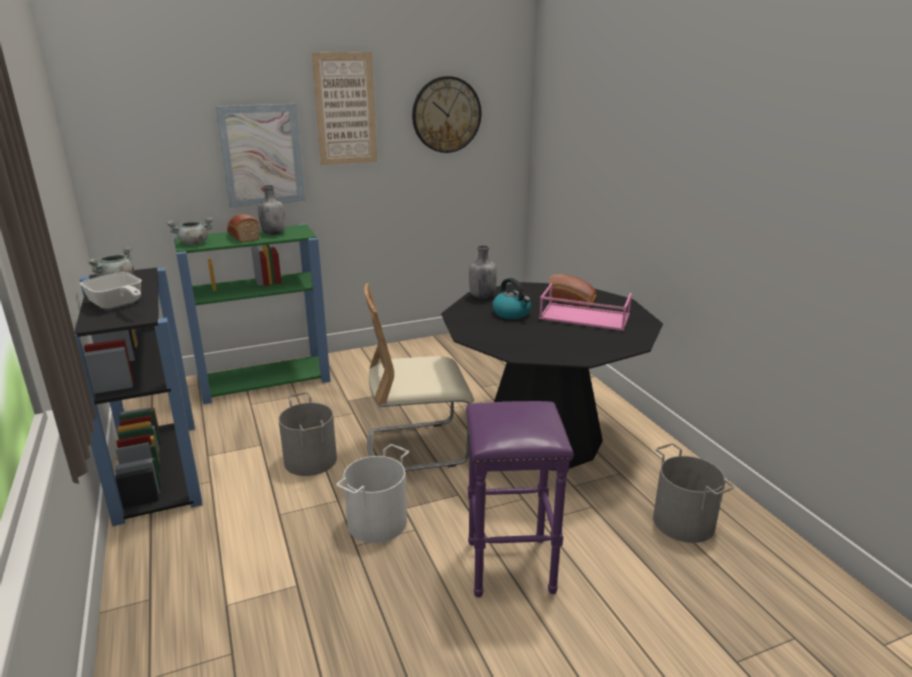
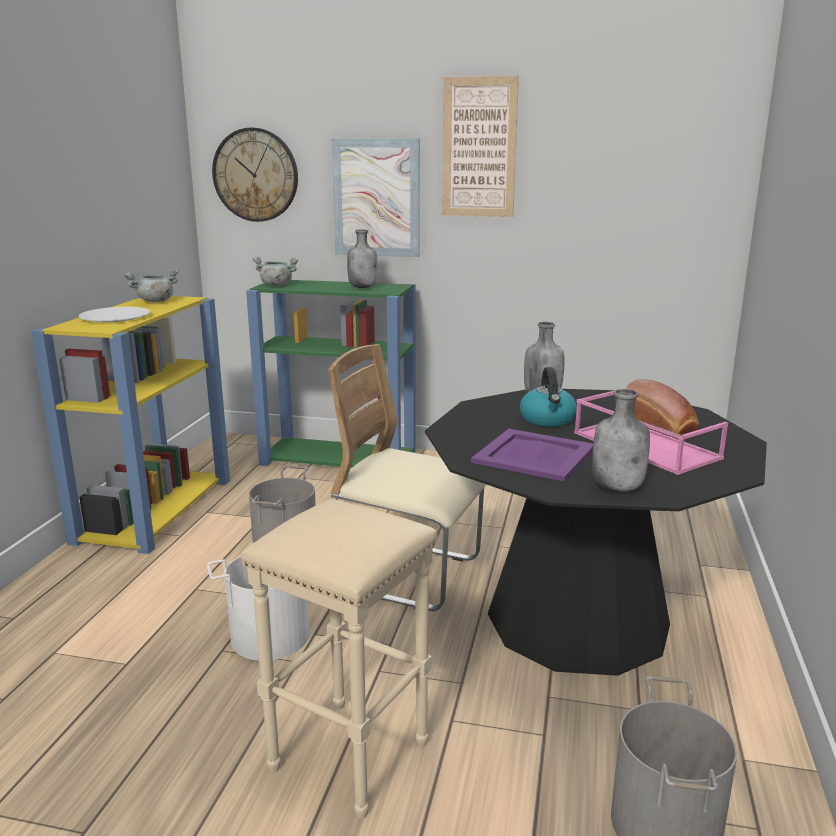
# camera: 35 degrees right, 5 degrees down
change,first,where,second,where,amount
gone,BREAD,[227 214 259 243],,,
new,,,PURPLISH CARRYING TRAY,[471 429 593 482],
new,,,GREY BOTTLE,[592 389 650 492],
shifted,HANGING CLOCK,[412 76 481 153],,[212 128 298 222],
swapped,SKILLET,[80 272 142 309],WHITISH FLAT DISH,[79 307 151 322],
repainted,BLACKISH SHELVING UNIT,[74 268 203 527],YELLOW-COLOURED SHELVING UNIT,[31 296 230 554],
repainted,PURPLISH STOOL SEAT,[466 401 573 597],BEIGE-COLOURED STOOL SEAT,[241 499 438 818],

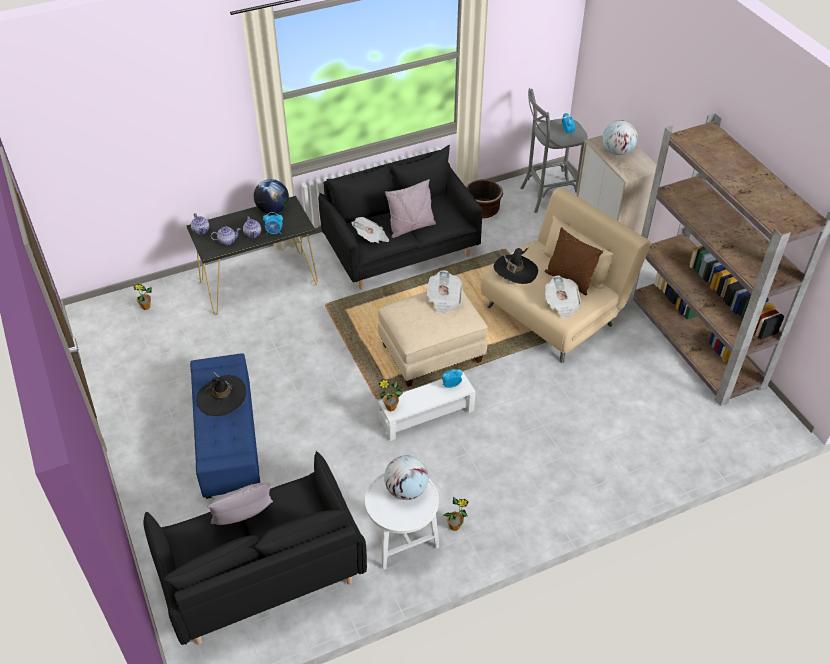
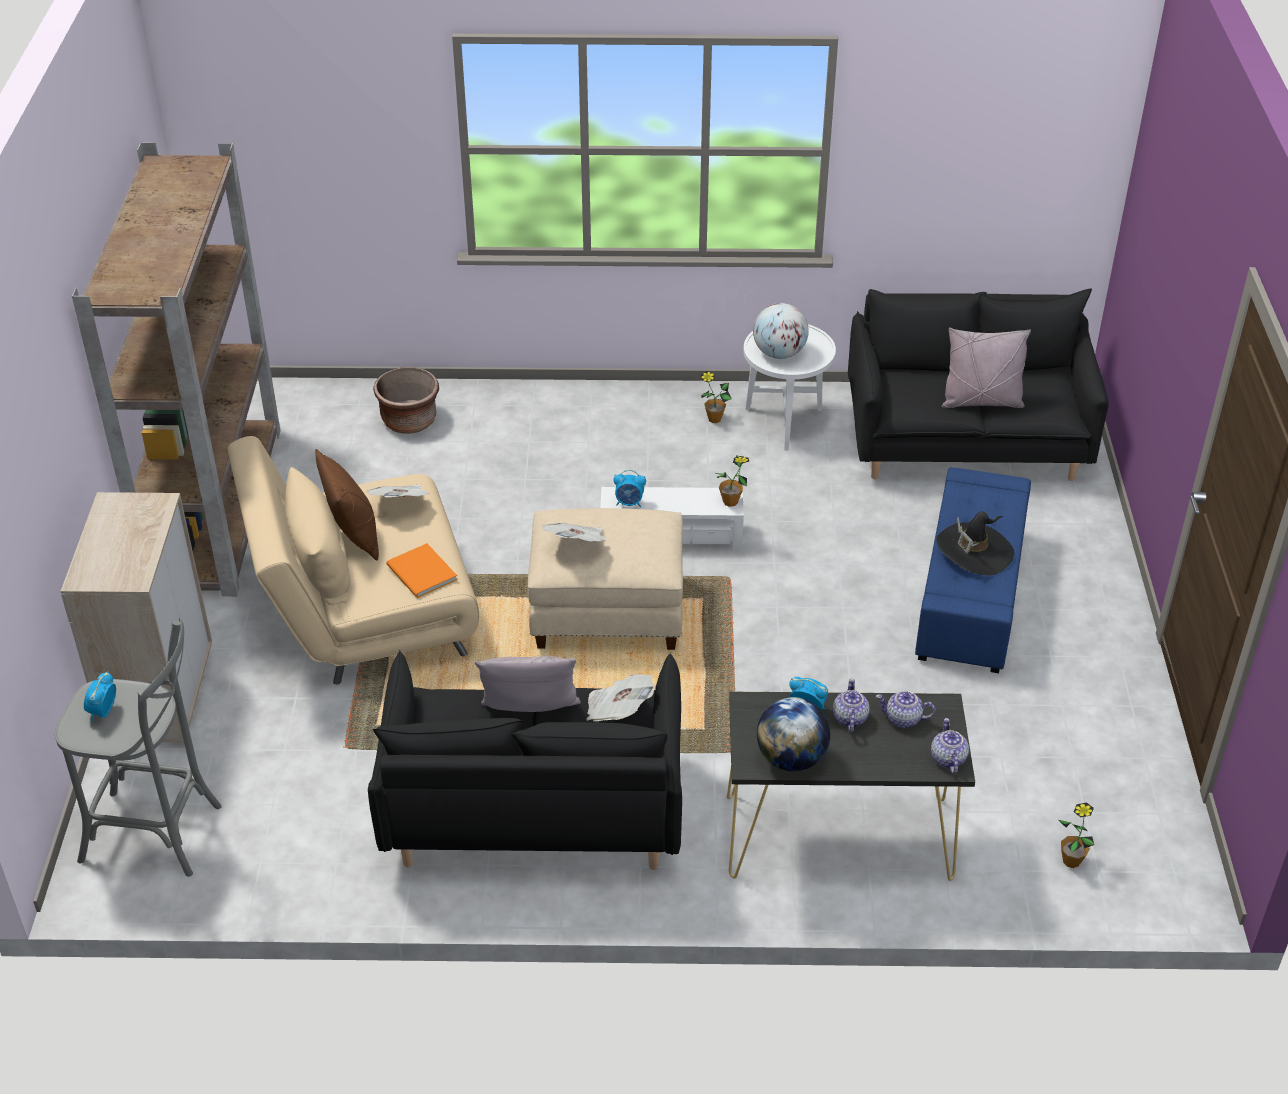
# camera: 155 degrees left, 5 degrees down
change,first,where,second,where,amount
gone,GLOBE,[603 120 638 155],,,
shifted,BROWN PLANTER,[466 179 503 218],,[373 367 439 434],
swapped,BLACKISH WEARABLE HAT,[493 248 538 284],ORANGE BOOK,[386 543 457 598],

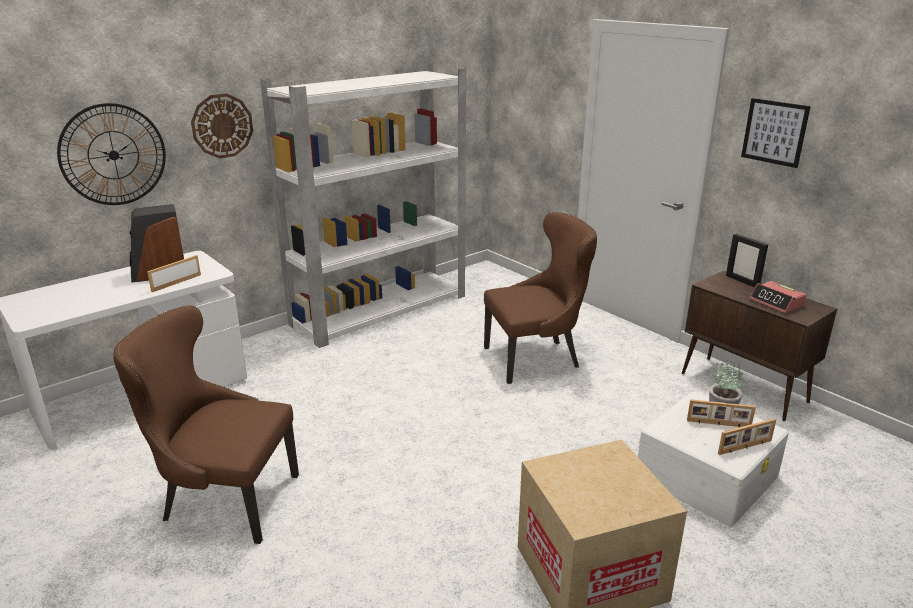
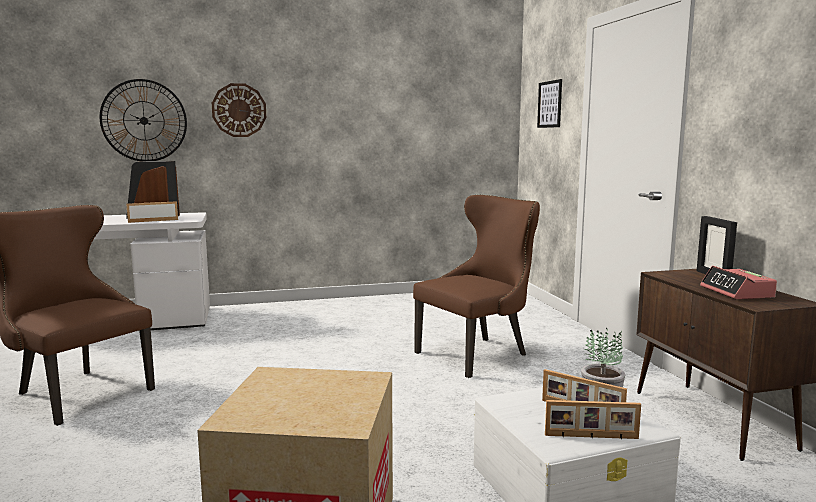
# camera: 25 degrees right, 15 degrees down
change,first,where,second,where,amount
gone,WHITISH SHELVING UNIT,[260 62 466 348],,,
shifted,WALL PICTURE,[741 98 811 168],,[537 79 562 128],
rotated,BROWN CHAIR,[484 212 597 384],,[413 195 540 378],45 degrees counterclockwise

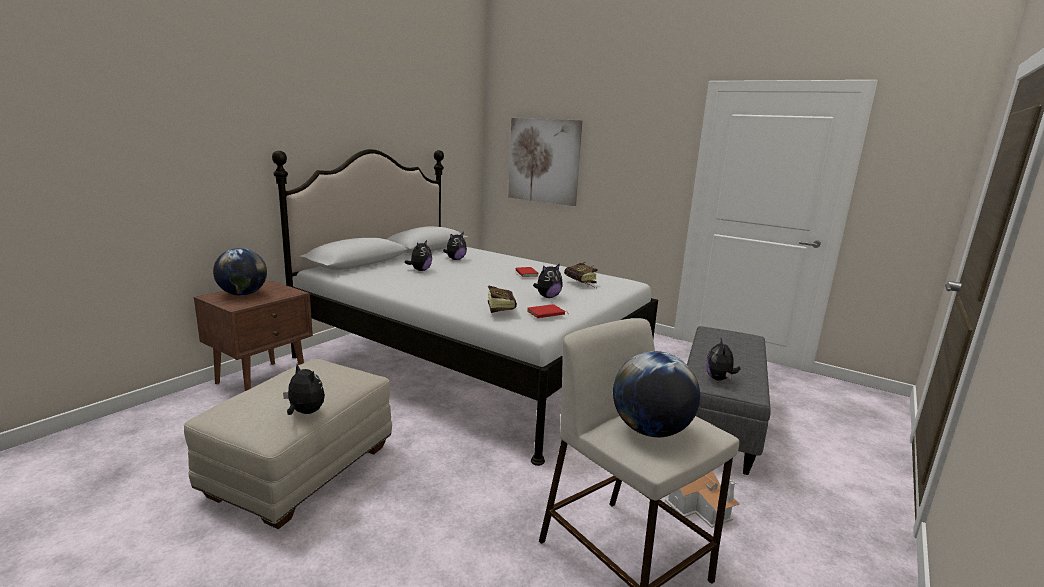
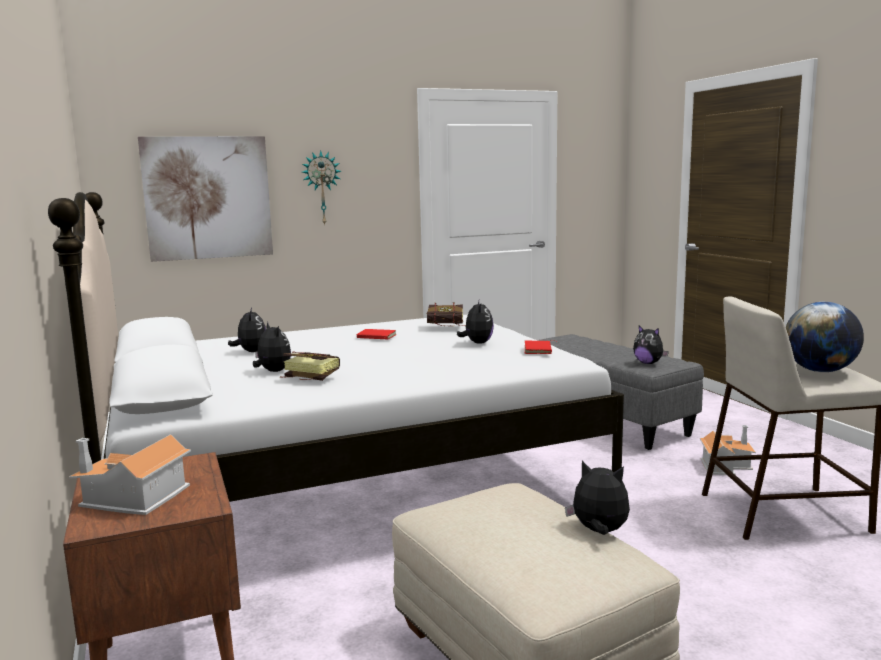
# camera: 55 degrees left, 5 degrees down
change,first,where,second,where,amount
new,,,HANGING CLOCK,[302 151 341 226],
shifted,BOOK,[488 286 517 313],,[279 351 340 381],
swapped,GLOBE,[213 248 267 296],MODEL HOUSE,[69 434 191 515],
rotated,CUDDLY TOY,[283 364 325 415],,[565 461 630 535],45 degrees clockwise

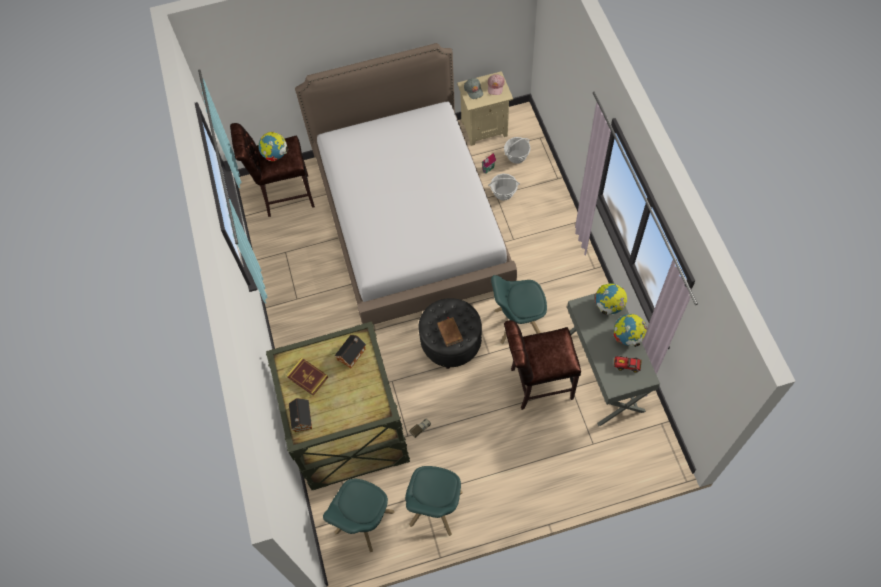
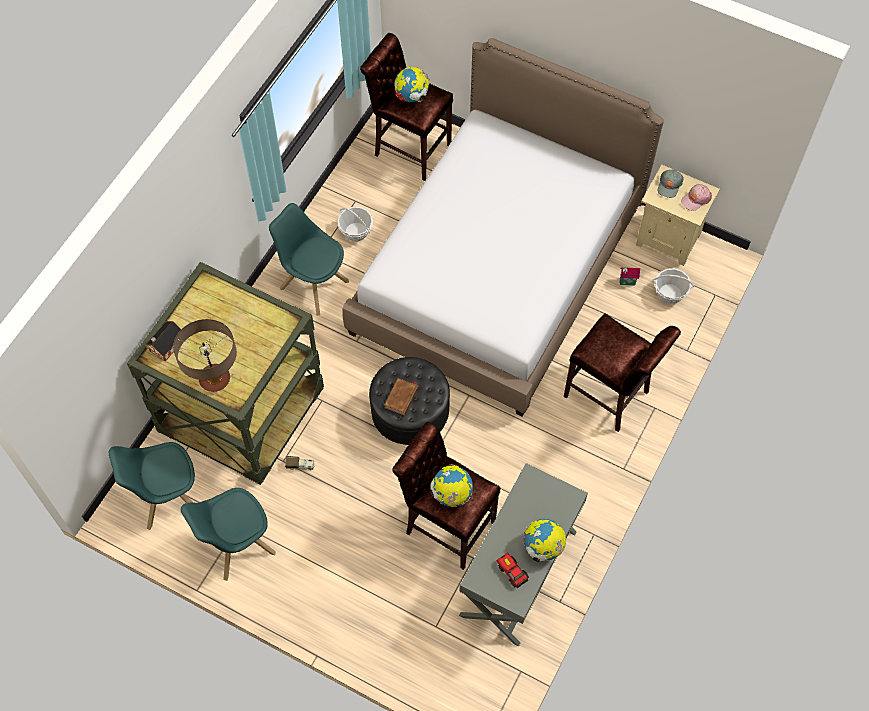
# camera: 40 degrees right, 0 degrees up
change,first,where,second,where,amount
gone,BOOK,[286 358 328 396],,,
gone,MODEL HOUSE,[334 335 366 369],,,
new,,,LAMP FOR A TABLE,[173 319 237 392],
new,,,BROWN STOOL SEAT,[564 313 681 432],
shifted,HOUSEHOLD BASKET,[488 173 520 201],,[338 207 373 242],
shifted,BLUE-GREEN CHAIR,[491 275 547 344],,[269 203 349 315],
shifted,GLOBE,[594 283 627 315],,[431 465 473 507],

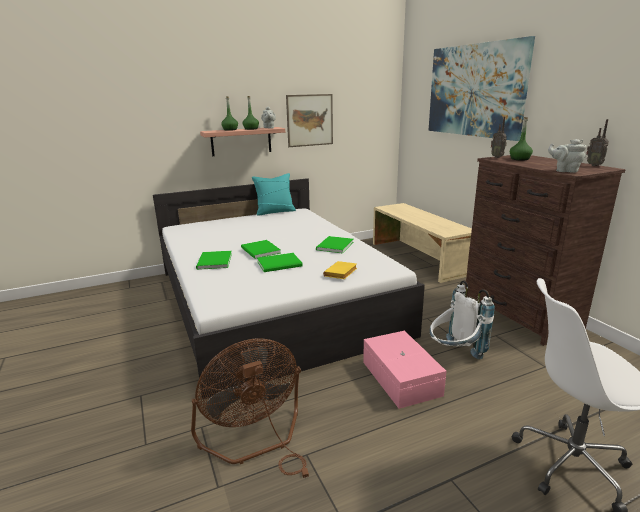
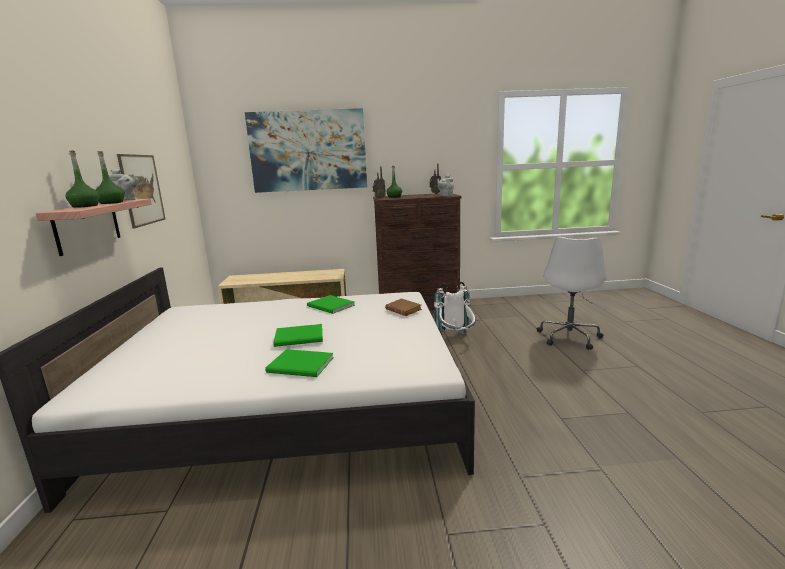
# camera: 70 degrees left, 5 degrees down
change,first,where,second,where,amount
gone,BROWN FAN,[191 338 309 478],,,
gone,BLUE-GREEN THROW PILLOW,[252 173 296 216],,,
gone,GREENISH BOOK,[257 253 303 272],,,
gone,PINKISH STORAGE BIN,[363 331 447 409],,,
repainted,YELLOW-COLOURED BOOK,[323 261 357 279],BROWN BOOK,[385 298 422 316],

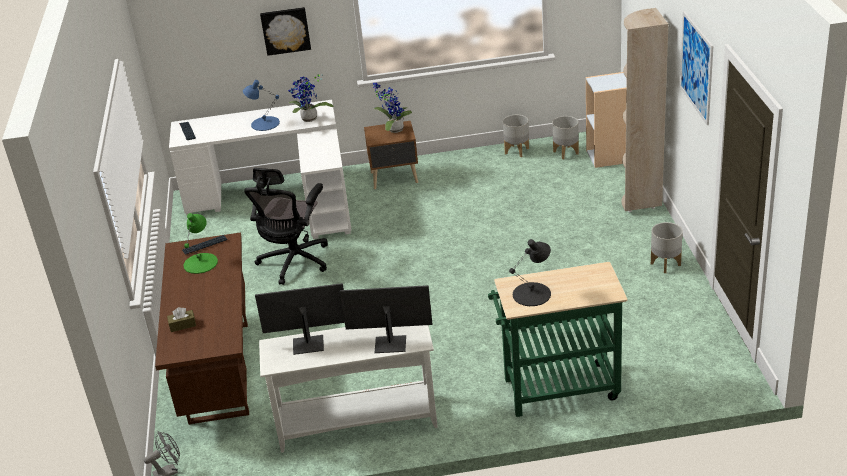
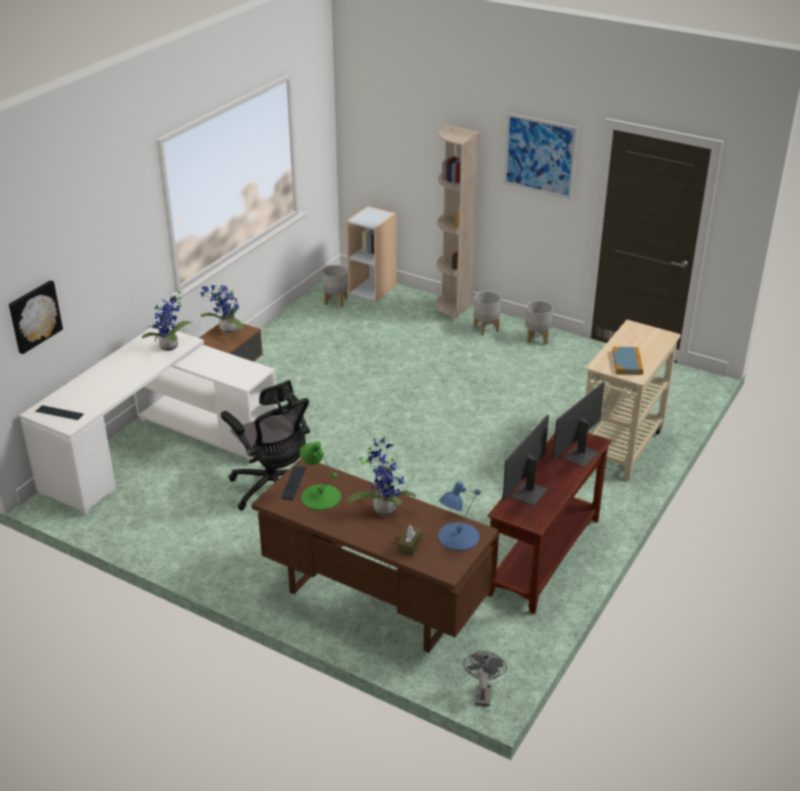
# camera: 55 degrees left, 0 degrees up
change,first,where,second,where,amount
new,,,HOUSEPLANT,[348 436 416 516],
shifted,BLUE-COLOURED LAMP FOR A TABLE,[243 80 280 131],,[438 482 481 551],
shifted,WALL PICTURE,[260 7 311 56],,[9 280 63 354],
shifted,GREY PLANTER,[503 115 529 157],,[474 291 501 335],
swapped,BLACKISH LAMP FOR A TABLE,[509 239 551 306],BOOK,[612 347 643 375],
repainted,WHITISH HALL TABLE,[259 325 438 453],BROWN HALL TABLE,[487 433 612 614],
repainted,GREENISH CART,[488 262 627 417],BEIGE-COLOURED CART,[586 320 681 481],

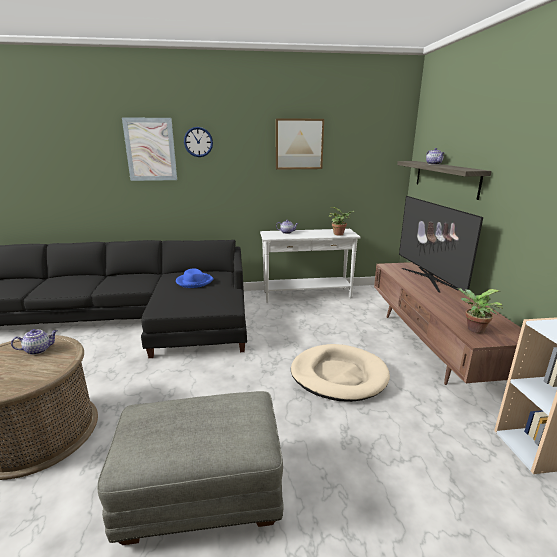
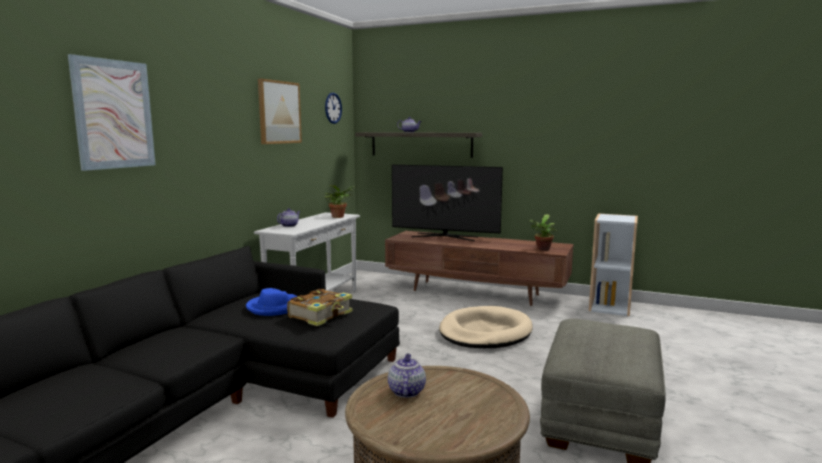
# camera: 60 degrees left, 10 degrees down
change,first,where,second,where,amount
new,,,BOOK,[287 289 353 326],
shifted,HANGING CLOCK,[184 127 213 157],,[325 93 342 124],

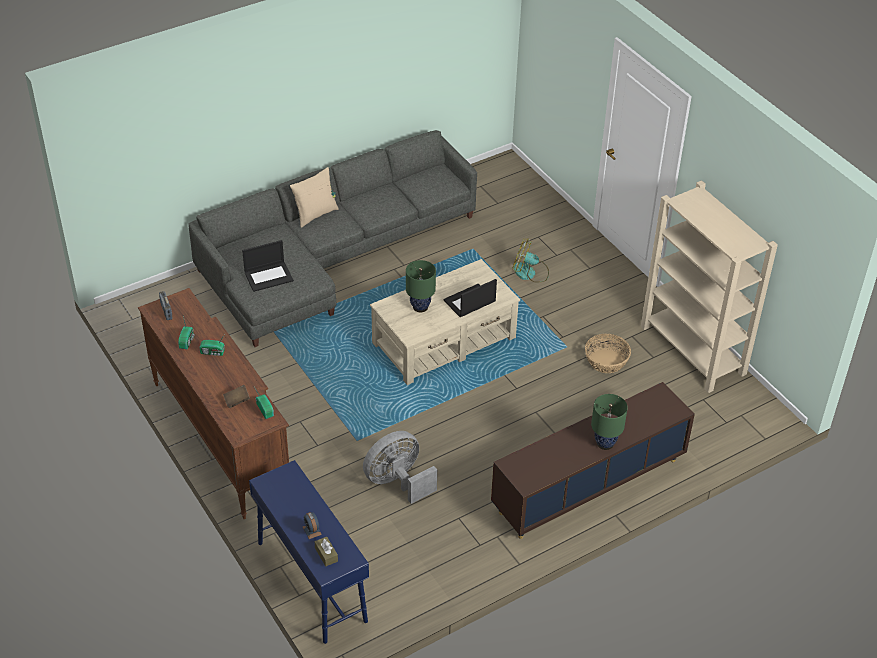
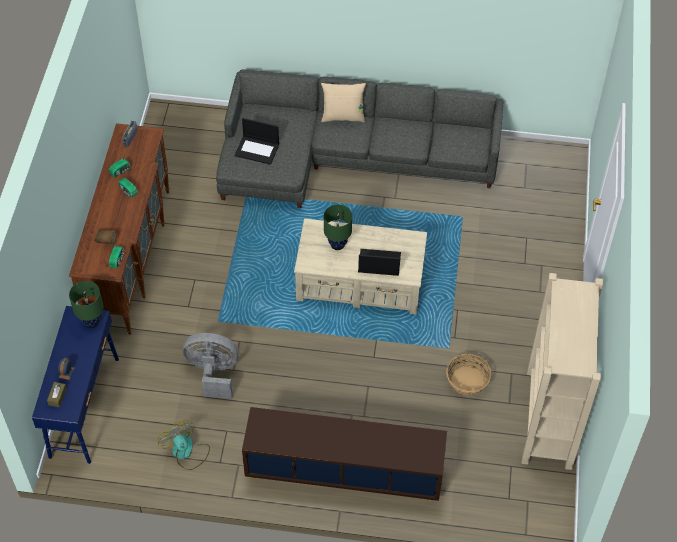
# camera: 40 degrees right, 10 degrees up
change,first,where,second,where,amount
shifted,FAN,[512 238 549 283],,[158 420 210 470],
shifted,GREENISH LAMP FOR A TABLE,[591 394 628 450],,[69 281 103 328],

